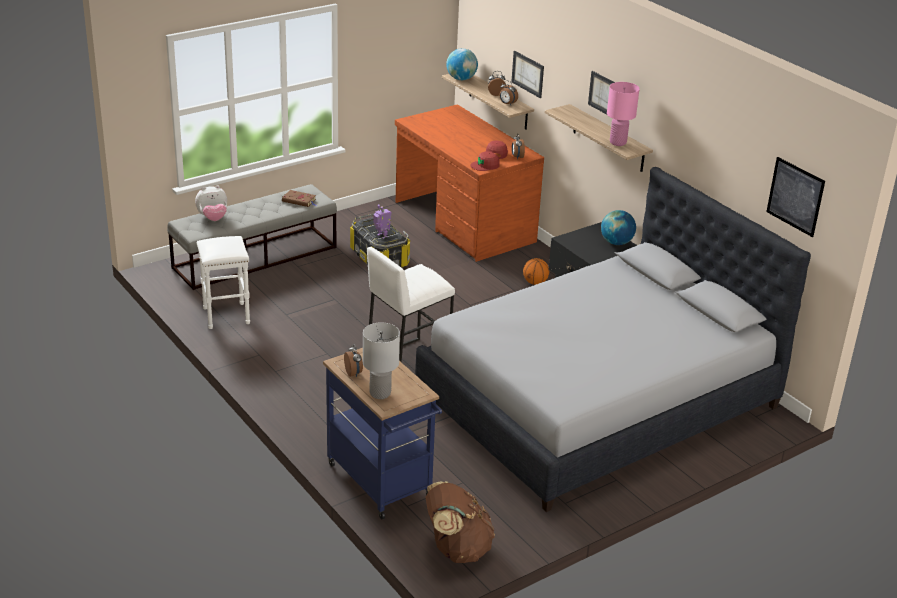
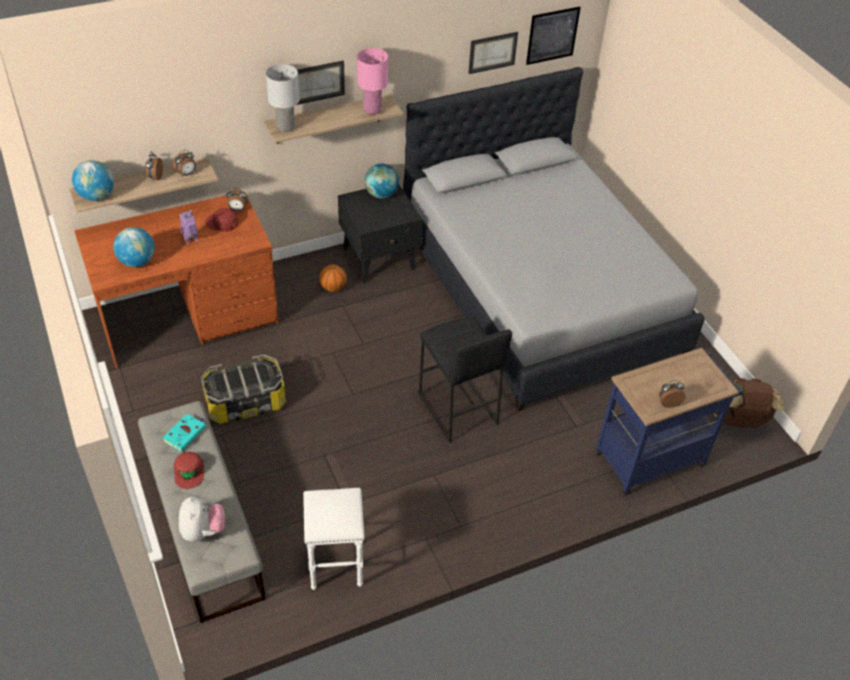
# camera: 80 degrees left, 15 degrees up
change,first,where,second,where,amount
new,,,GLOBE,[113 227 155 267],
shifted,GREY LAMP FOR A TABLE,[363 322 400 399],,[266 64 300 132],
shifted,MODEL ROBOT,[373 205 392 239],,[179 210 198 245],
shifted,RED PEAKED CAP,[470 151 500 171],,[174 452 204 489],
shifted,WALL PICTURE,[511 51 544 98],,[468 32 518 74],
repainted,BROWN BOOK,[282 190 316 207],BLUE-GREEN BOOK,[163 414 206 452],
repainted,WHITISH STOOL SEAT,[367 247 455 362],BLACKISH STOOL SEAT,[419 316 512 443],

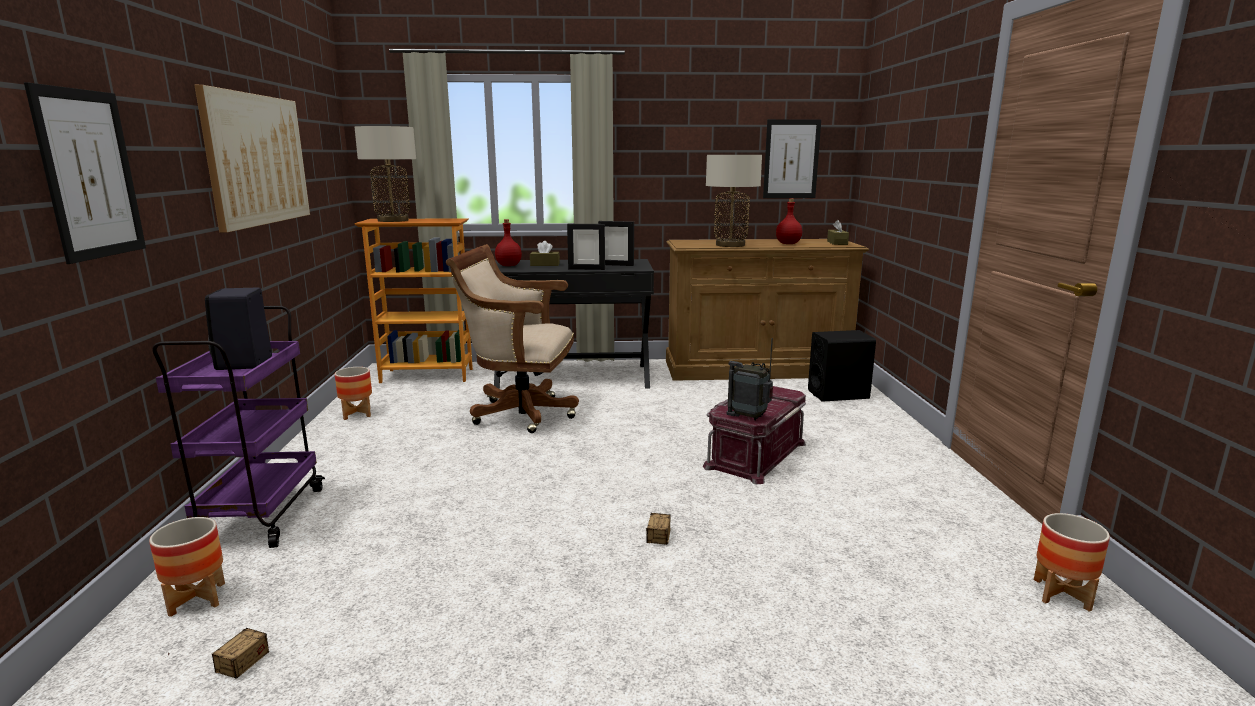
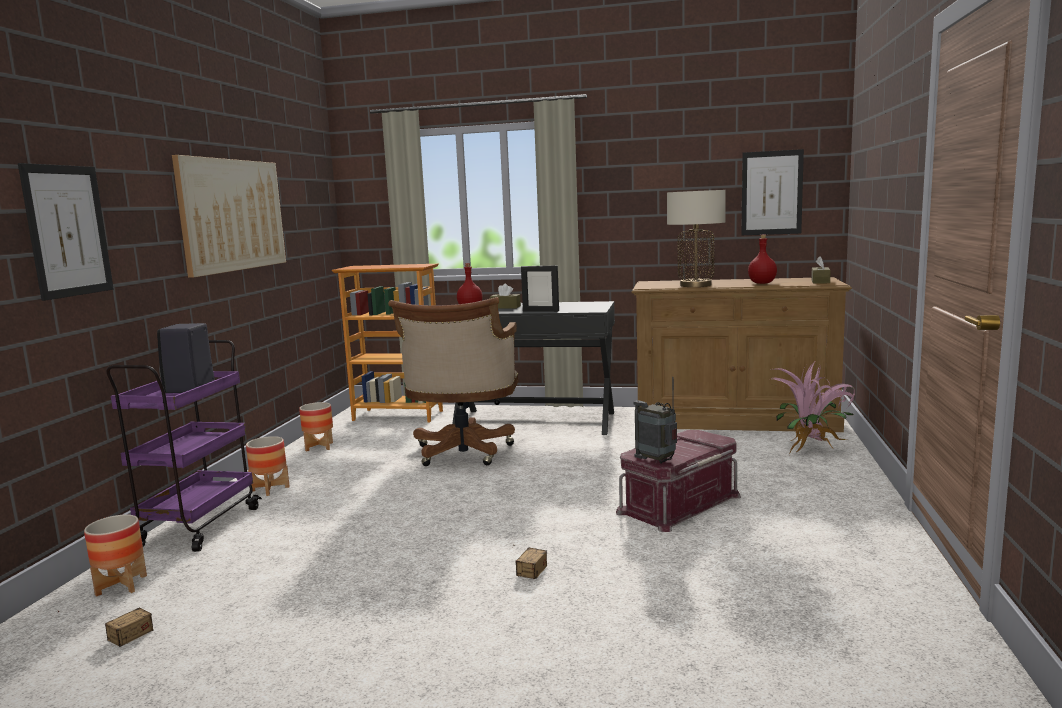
# camera: 15 degrees right, 5 degrees down
change,first,where,second,where,amount
gone,LAMP FOR A TABLE,[354 126 416 222],,,
gone,PHOTO FRAME,[598 221 634 266],,,
shifted,PLANTER,[1034 513 1110 612],,[246 436 290 496],
swapped,BLACKISH AUDIO SPEAKER,[808 330 876 402],HOUSEPLANT,[769 362 855 455],
rotated,COMPUTER CHAIR,[446 244 579 433],,[388 297 519 466],105 degrees counterclockwise

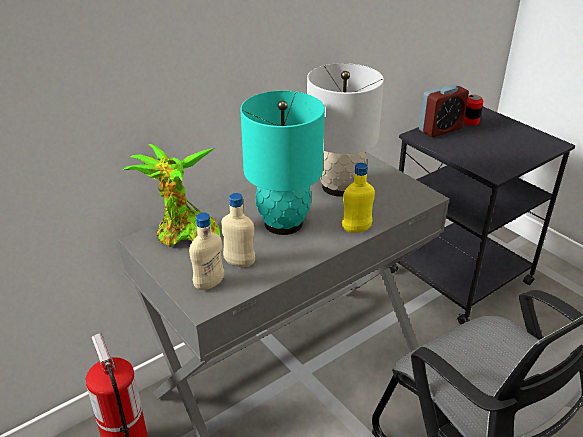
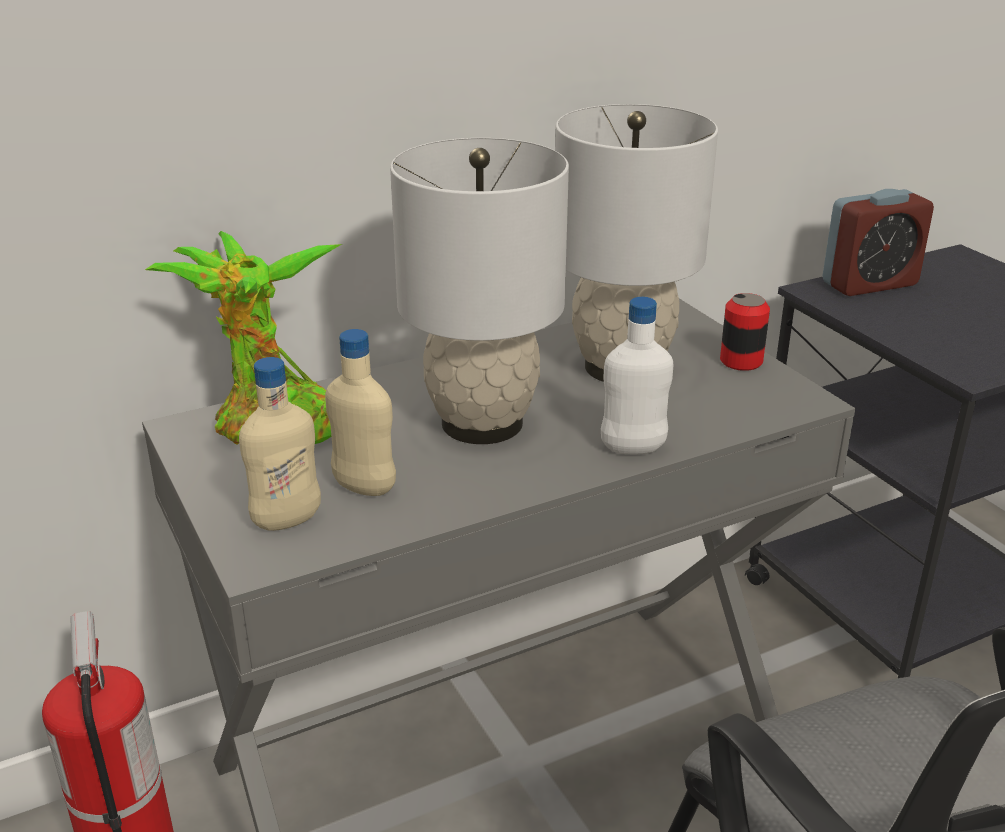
# camera: 10 degrees right, 5 degrees down
change,first,where,second,where,amount
shifted,CAN,[464 95 483 126],,[720 293 770 371],
repainted,BLUE-GREEN LAMP FOR A TABLE,[241 91 325 235],WHITISH LAMP FOR A TABLE,[390 138 569 444],
repainted,YELLOW-COLOURED BOTTLE,[342 163 375 233],WHITISH BOTTLE,[601 297 673 455],

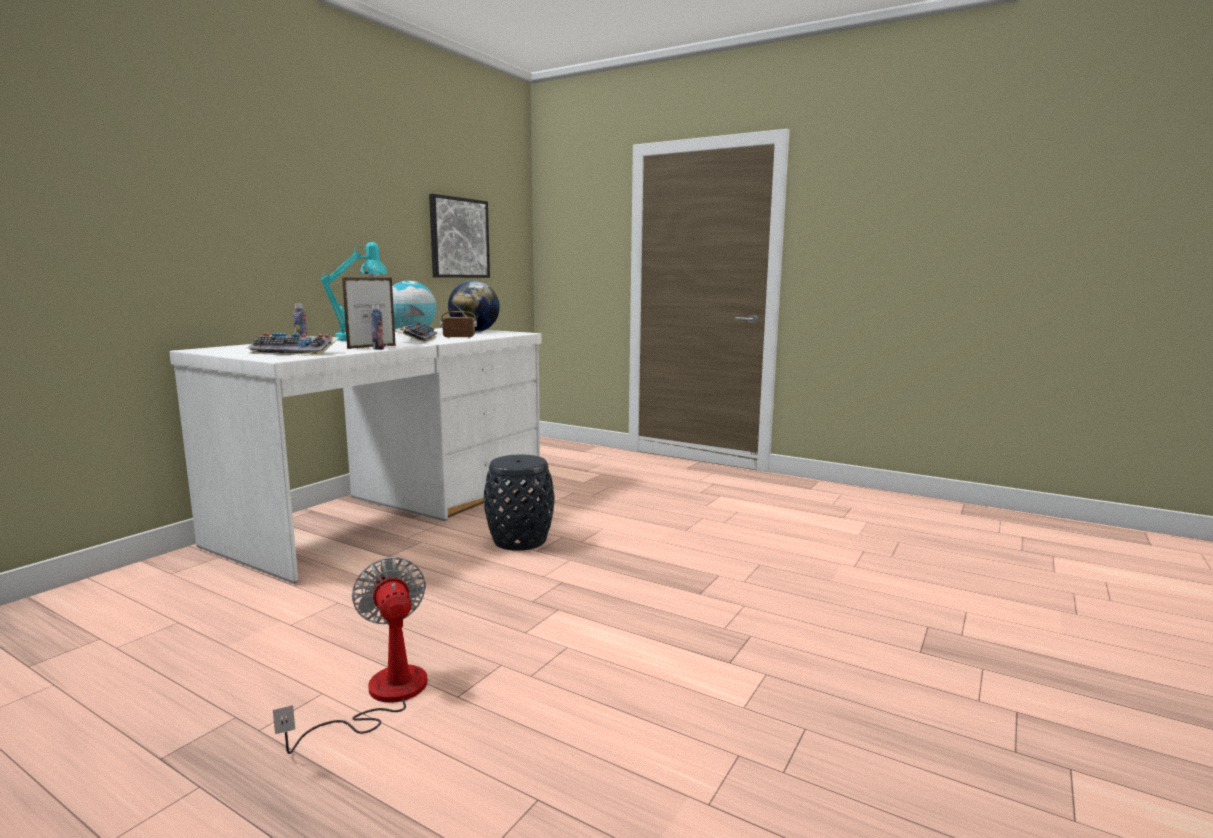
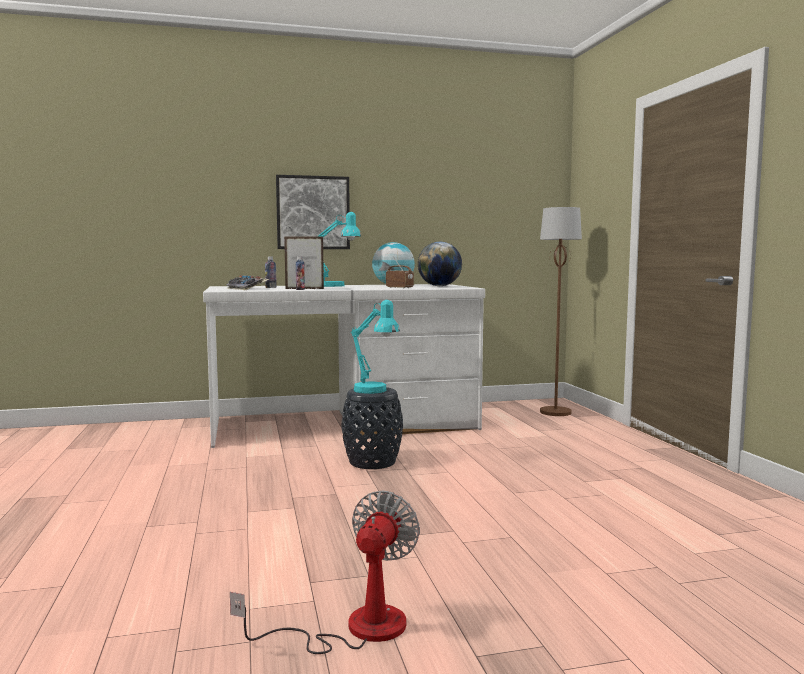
# camera: 45 degrees right, 5 degrees down
change,first,where,second,where,amount
gone,PC KEYBOARD,[395 322 437 343],,,
new,,,BLUE-GREEN LAMP FOR A TABLE,[351 300 400 394],
new,,,BROWN FLOOR LAMP,[540 207 582 416],
shifted,FAN,[273 557 428 754],,[230 490 420 654],
shifted,WALL PICTURE,[429 194 490 278],,[276 175 350 249],

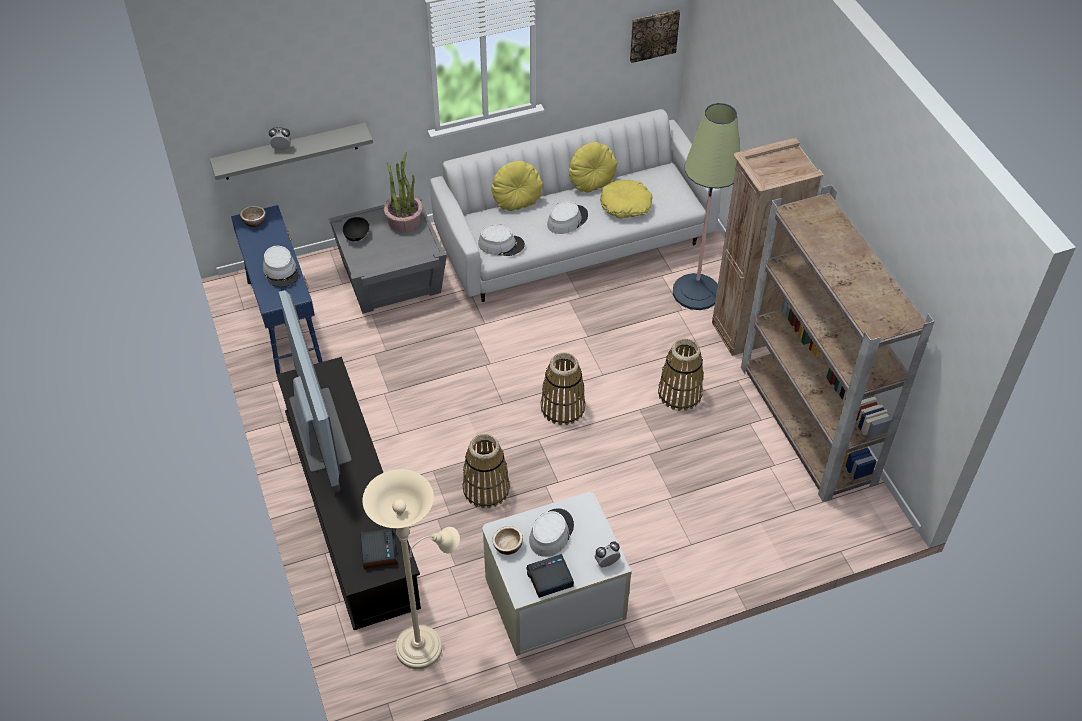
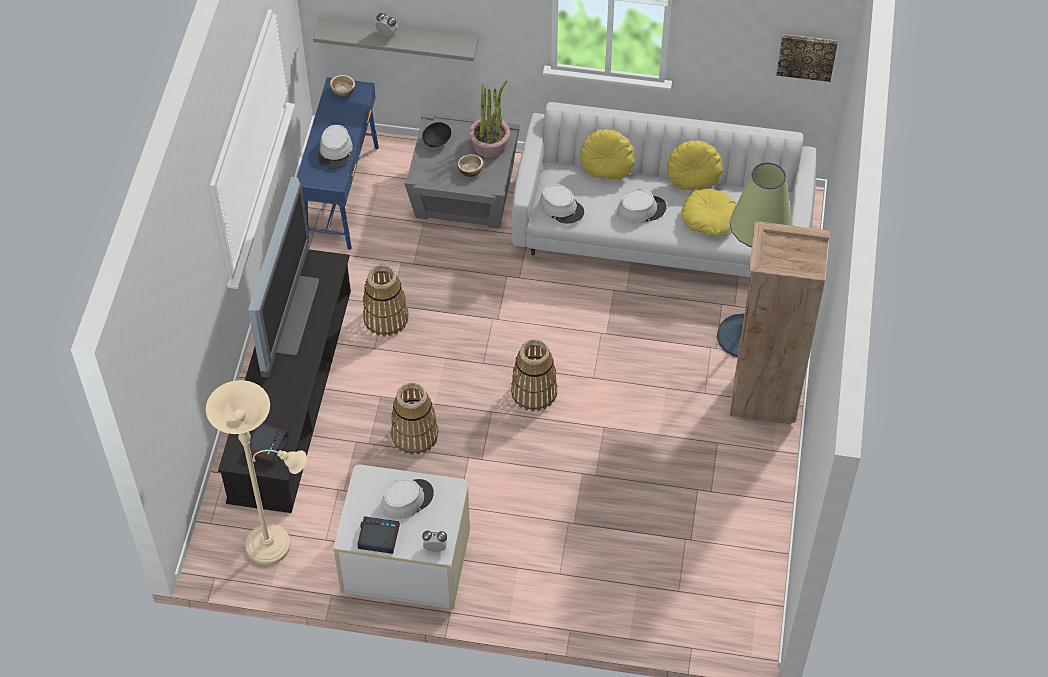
# camera: 30 degrees right, 5 degrees up
change,first,where,second,where,amount
gone,BROWN SHELVING UNIT,[741 185 934 502],,,
shifted,SERVING BOWL,[492 526 523 555],,[457 154 483 177],
shifted,HOUSEHOLD BASKET,[658 338 704 411],,[363 265 408 337],

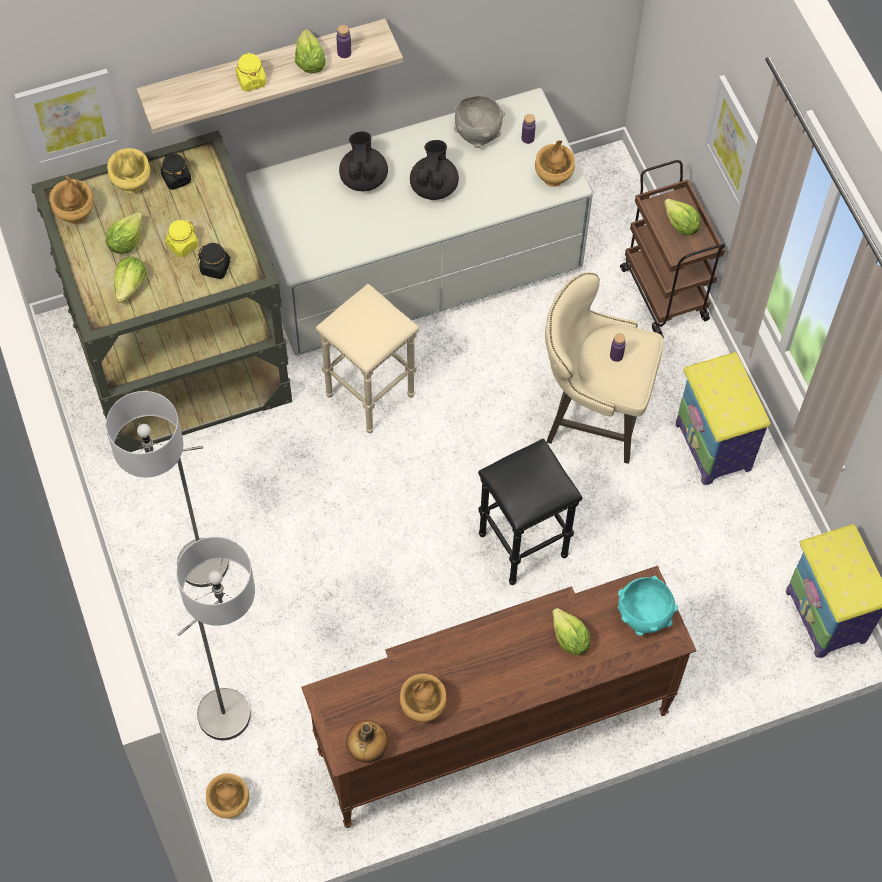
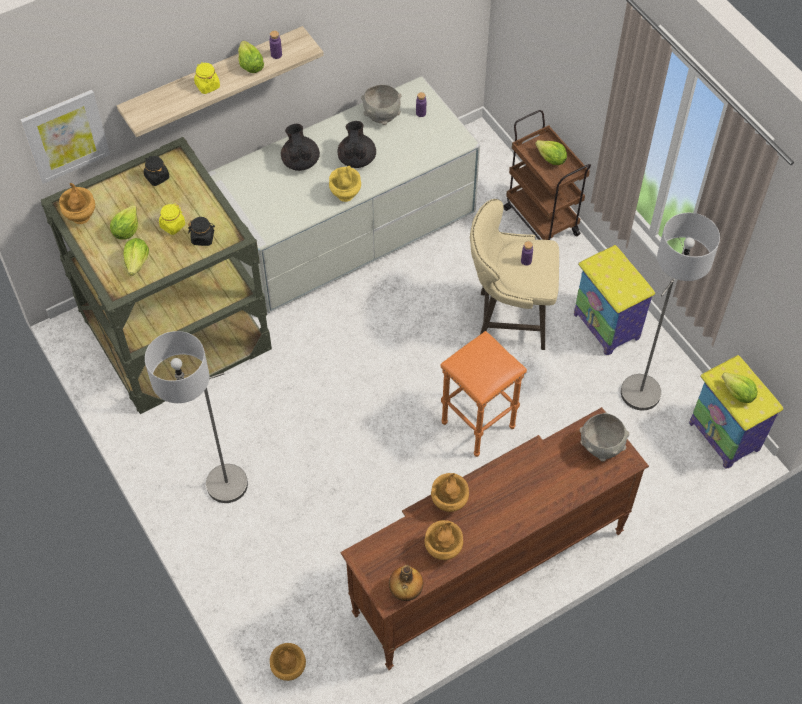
# camera: 10 degrees left, 5 degrees down
change,first,where,second,where,amount
gone,BEIGE-COLOURED STOOL SEAT,[316 284 419 433],,,
gone,WALL PICTURE,[705 75 758 210],,,
shifted,YELLOW-COLOURED FLOWER VASE,[107 148 150 193],,[329 166 361 202],
shifted,GREY FLOOR LAMP,[176 537 255 740],,[621 213 720 410],
shifted,BROWN FLOWER VASE,[535 140 575 187],,[431 473 469 512],
shifted,HEAD OF LETTUCE,[552 608 590 655],,[722 372 757 403],
repainted,BLACKISH STOOL SEAT,[478 439 582 585],ORANGE STOOL SEAT,[441 331 527 457],
repainted,BLUE-GREEN SERVING BOWL,[618 576 678 636],GREY SERVING BOWL,[579 412 629 462],

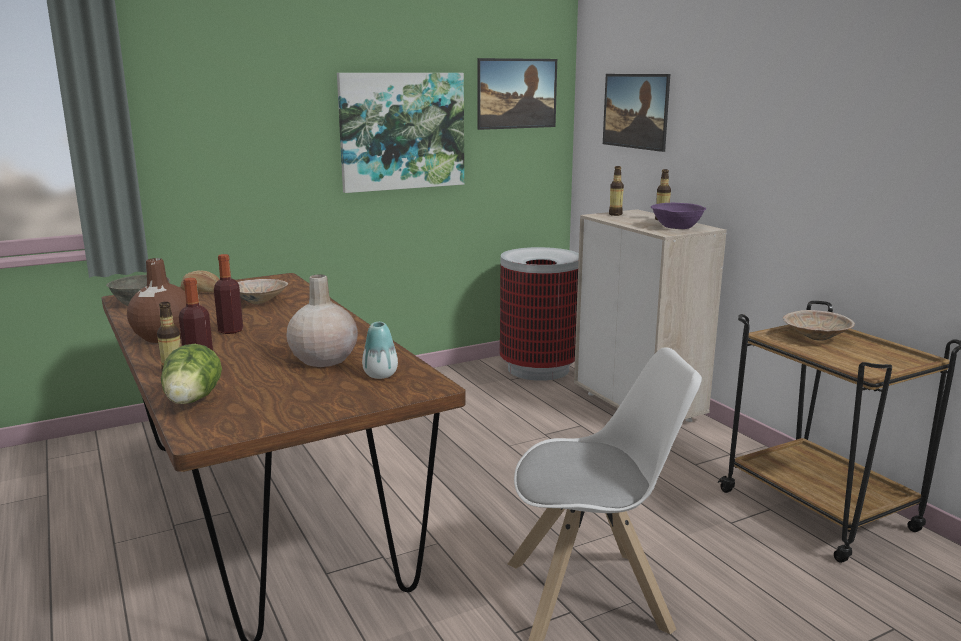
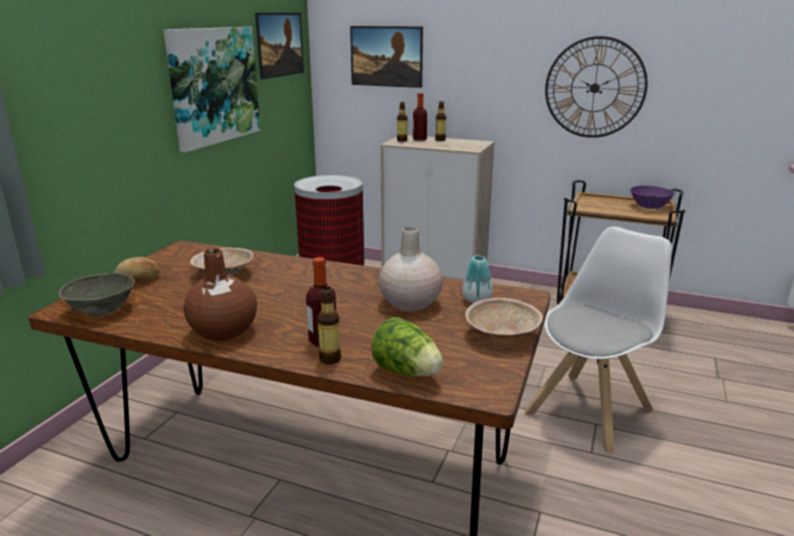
# camera: 40 degrees left, 5 degrees up
change,first,where,second,where,amount
new,,,HANGING CLOCK,[545 36 648 138],
shifted,BOTTLE,[214 254 243 334],,[413 93 427 141],
shifted,PURPLISH SERVING BOWL,[651 203 706 229],,[630 185 675 209],
shifted,BEIGE-COLOURED SERVING BOWL,[783 310 855 341],,[465 298 543 339],

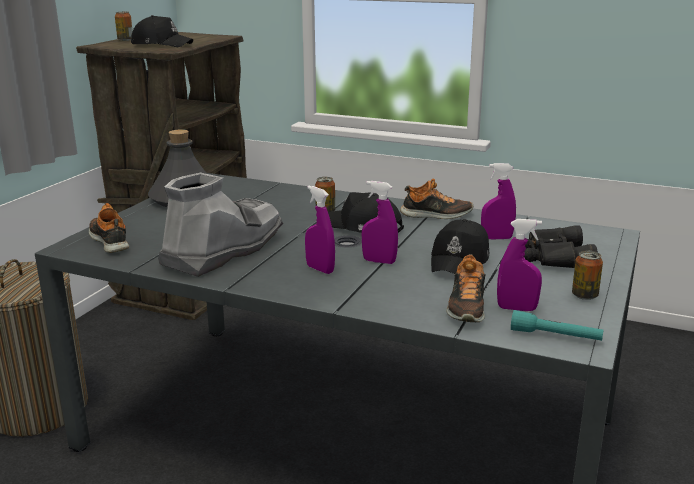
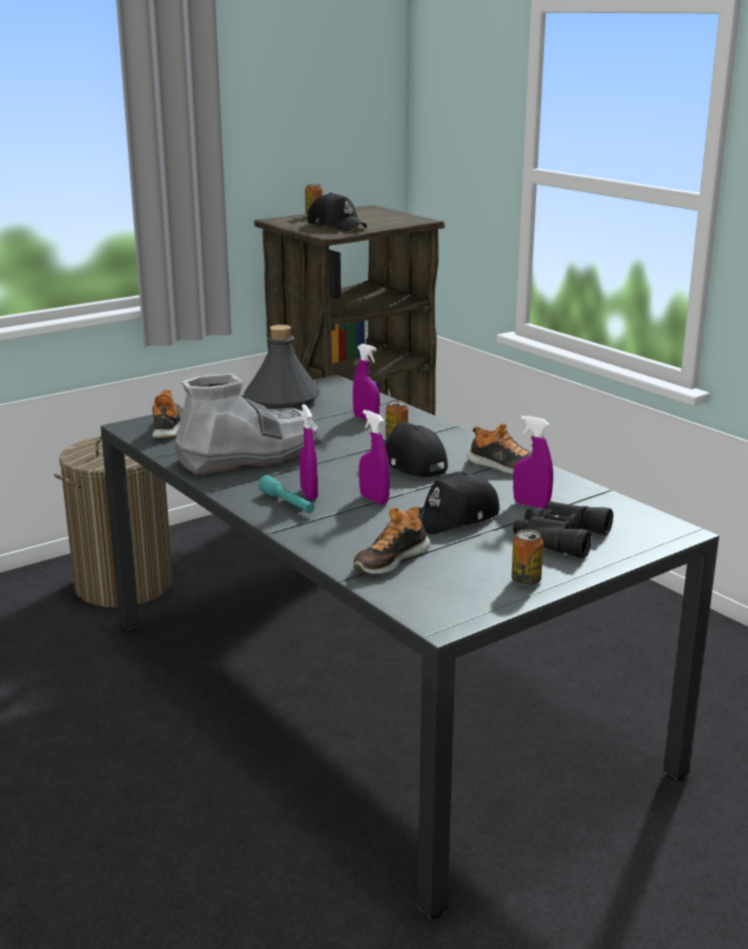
# camera: 30 degrees right, 0 degrees up
change,first,where,second,where,amount
shifted,PURPLISH SPRAY BOTTLE,[497 219 542 311],,[353 344 380 420],
shifted,BLUE-GREEN FLASHLIGHT,[511 310 603 341],,[258 475 315 513],

